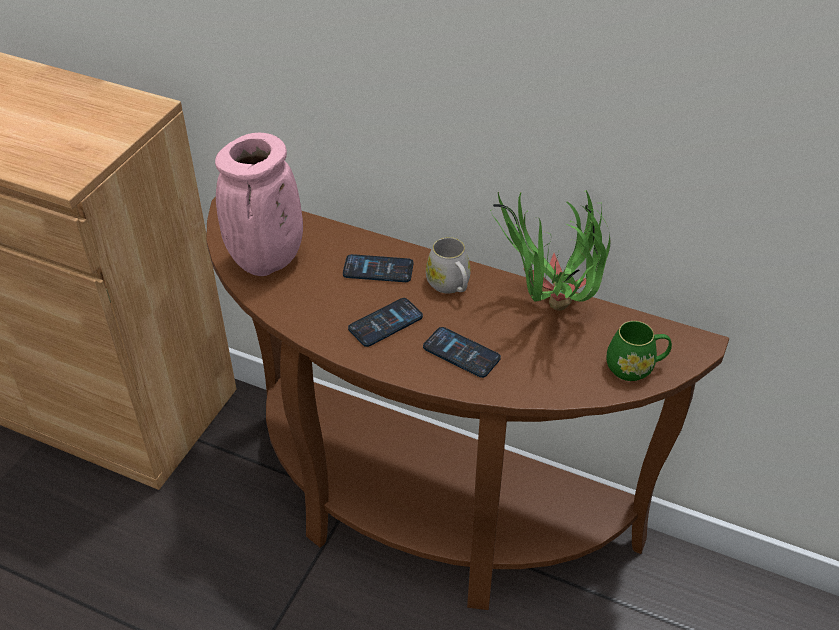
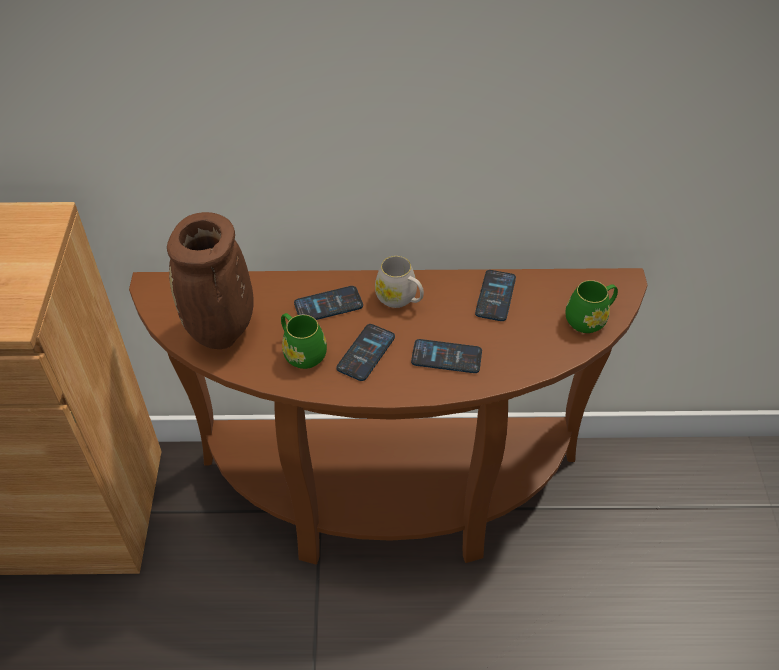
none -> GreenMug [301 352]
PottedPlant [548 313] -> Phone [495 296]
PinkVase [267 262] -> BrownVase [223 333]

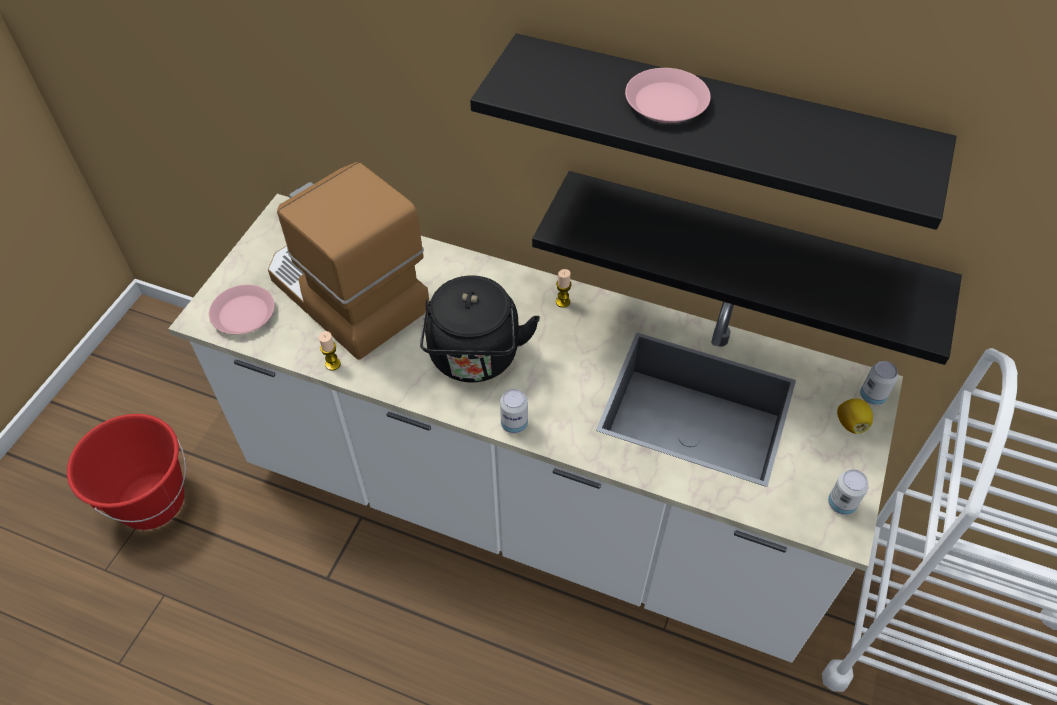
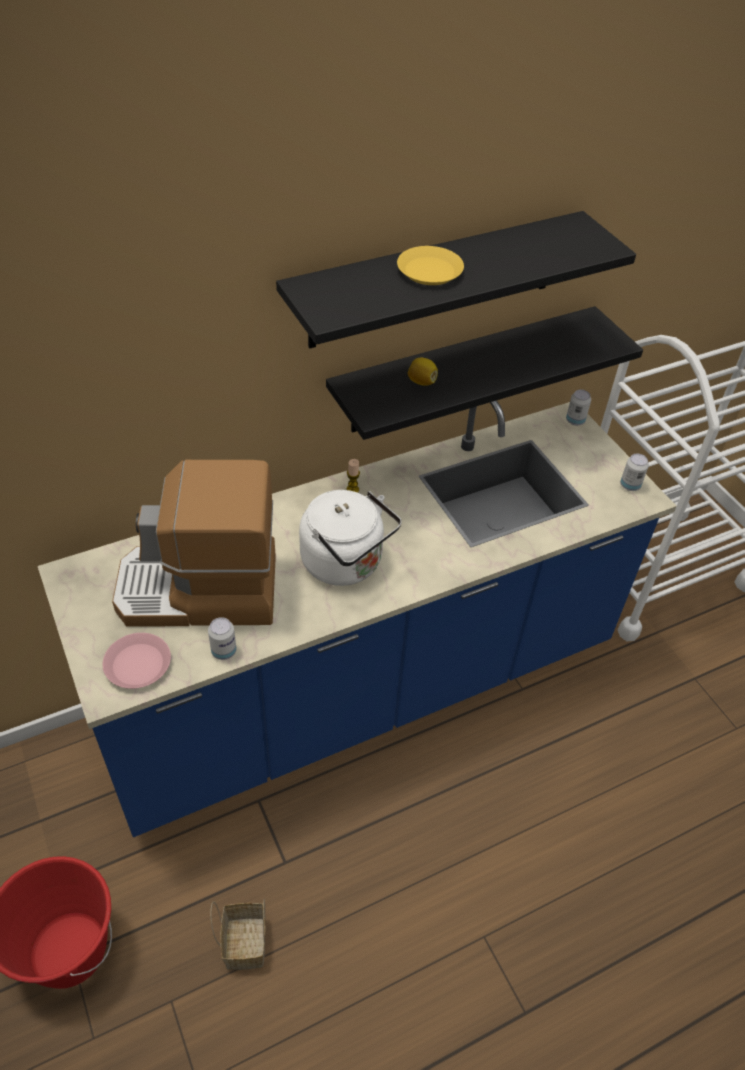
Candle [333 364] -> none
none -> Basket [244 941]
Can [514 424] -> Can [224 651], moved
Lemon [851 423] -> Lemon [421 382], moved
WhiteCounter [528 507] -> BlueCounter [363 691]
BlackKettle [475 359] -> WhiteKettle [346 564]
PinkPlate [666 102] -> YellowPlate [429 271]

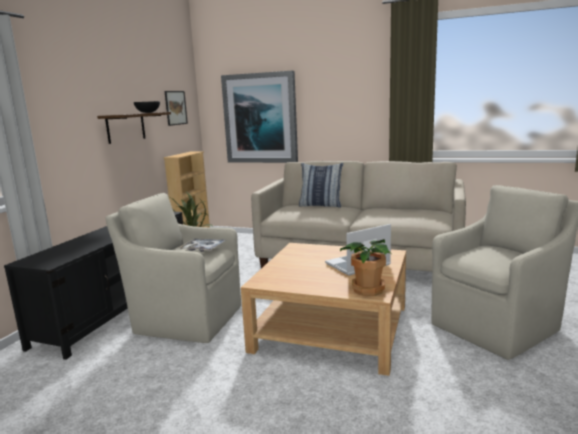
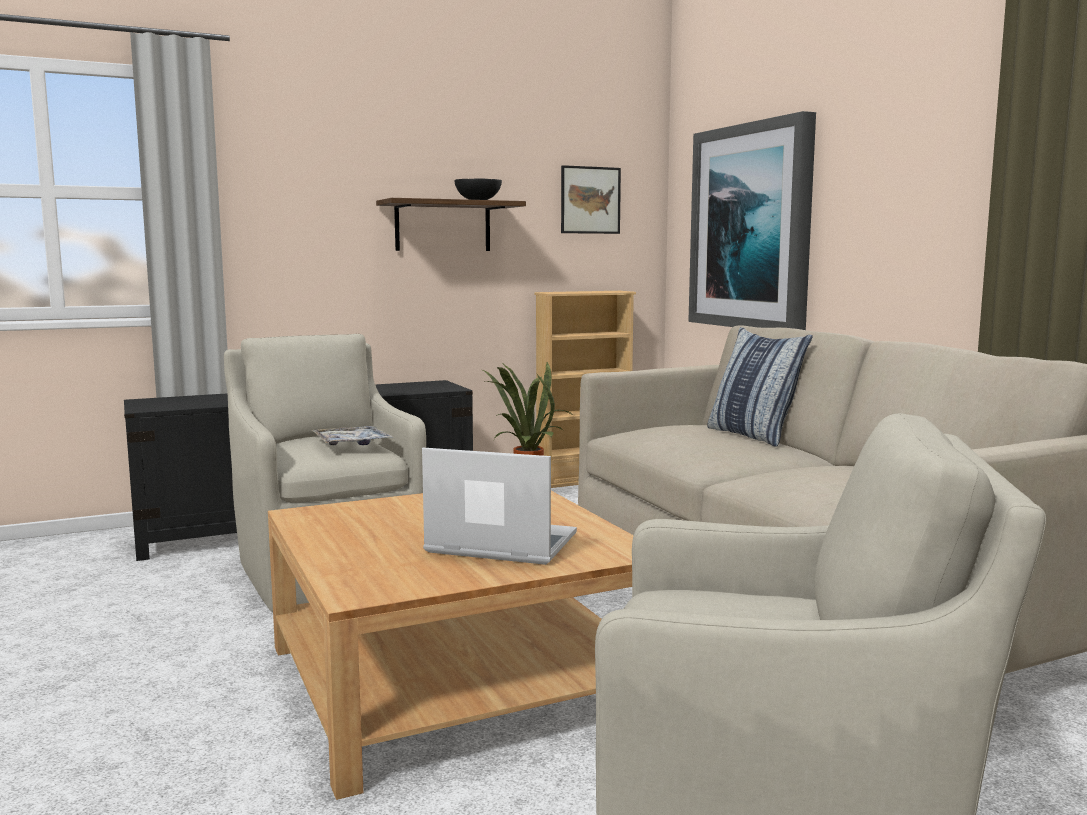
PottedPlant [367 289] -> none

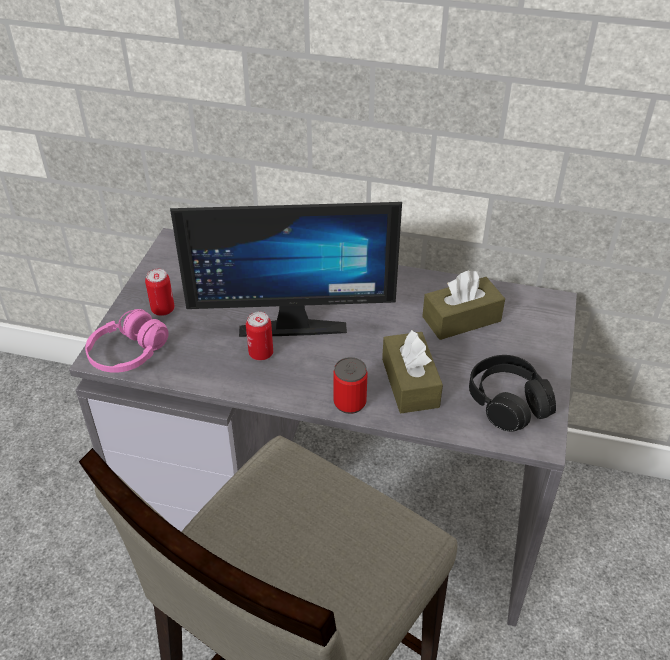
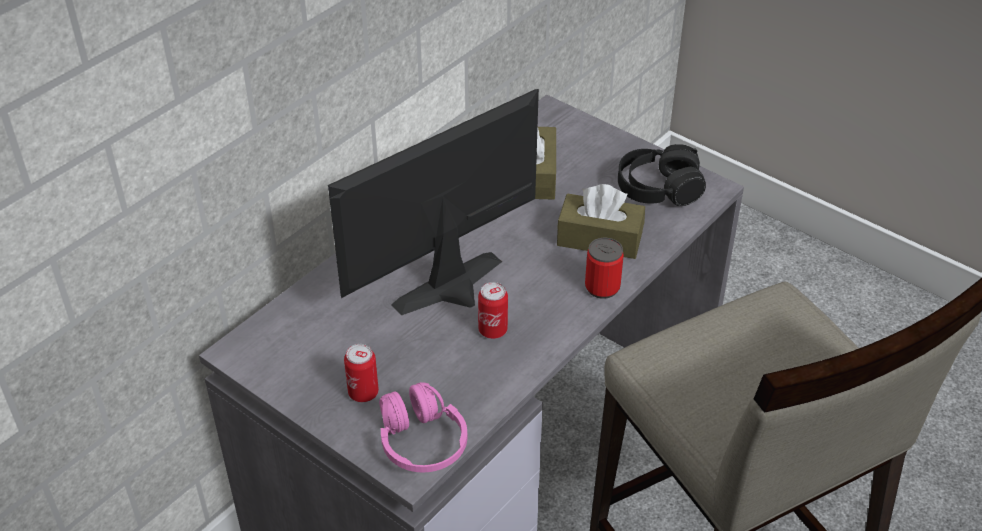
Monitor [292 320] -> Monitor [457 291], 150 degrees counterclockwise

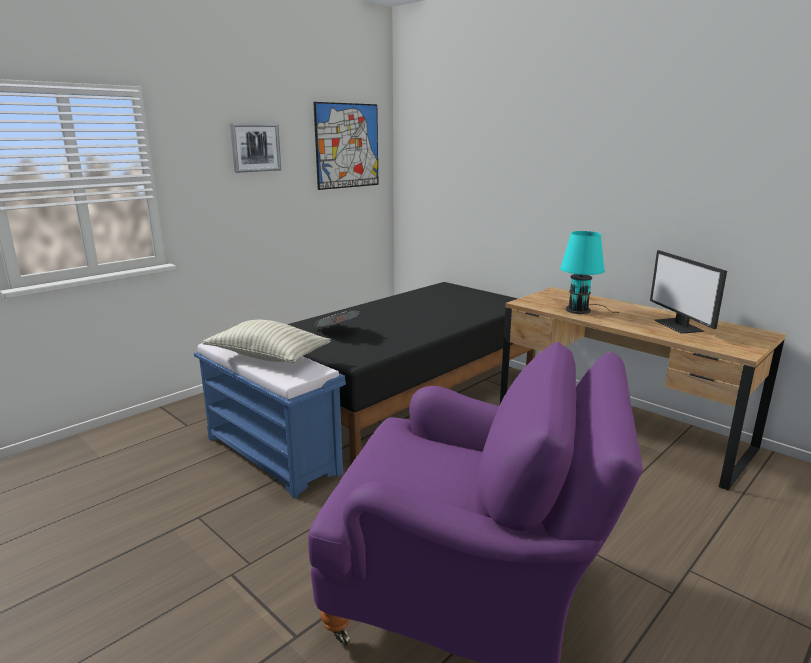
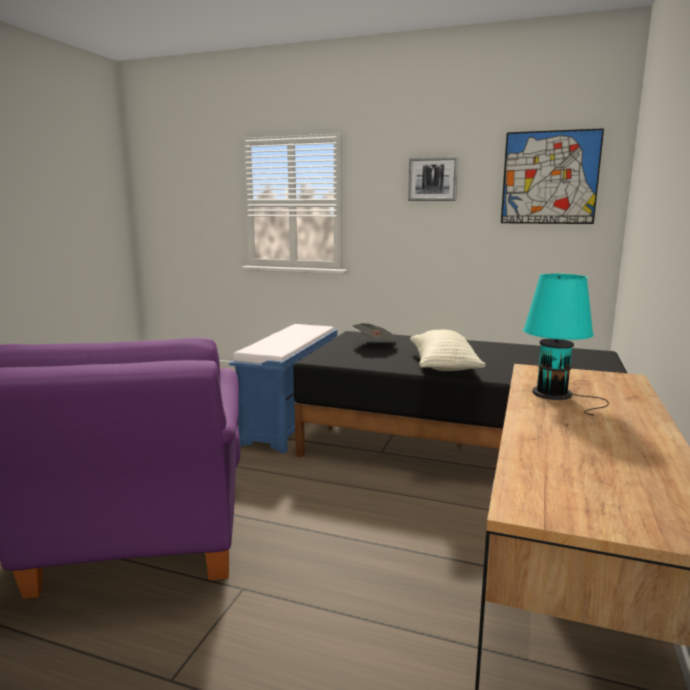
Monitor [679 326] -> none
Pillow [268 357] -> Pillow [443 366], moved

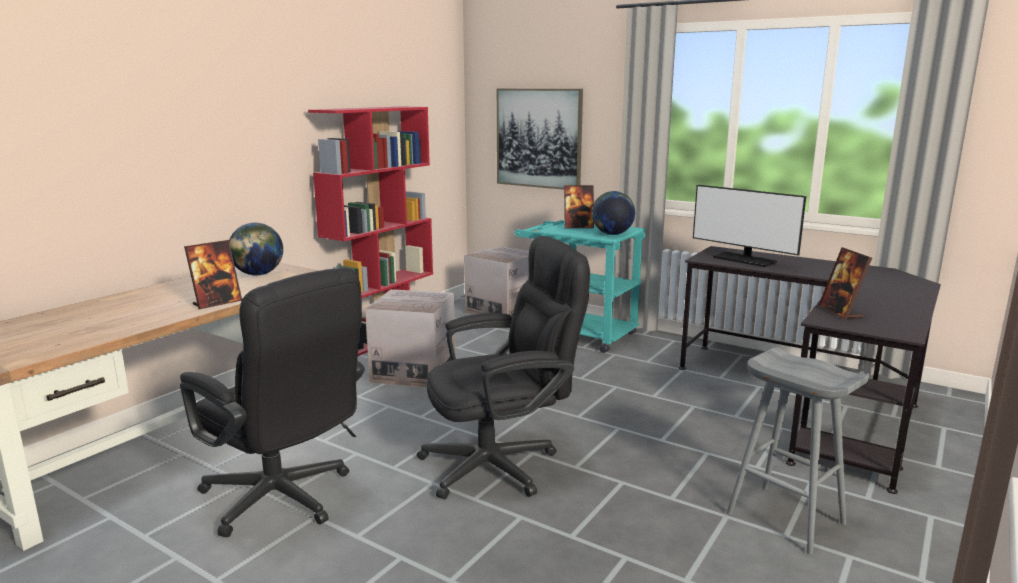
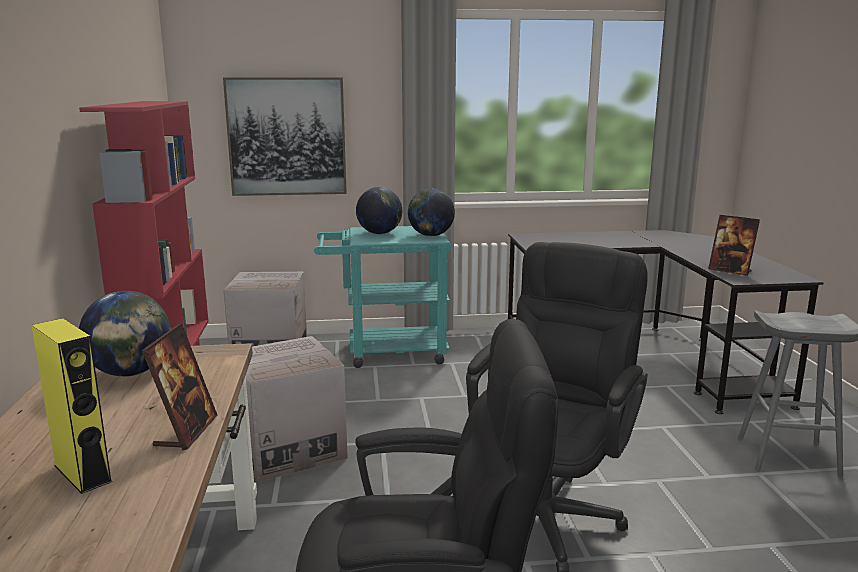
Monitor [744 260] -> none
none -> YellowSpeaker [82 473]
PictureFrame [578 227] -> Globe [379 233]

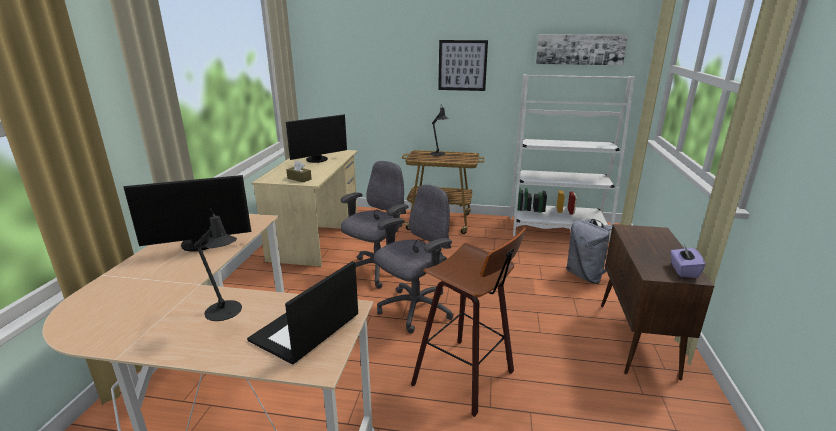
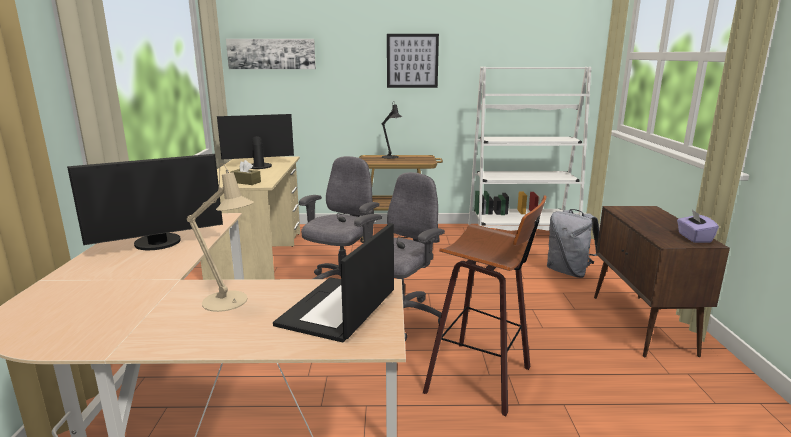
Picture [580 49] -> Picture [271 54], moved
BlackTableLamp [226 312] -> BeigeTableLamp [229 302]
Monitor [318 160] -> Monitor [259 166], 150 degrees counterclockwise

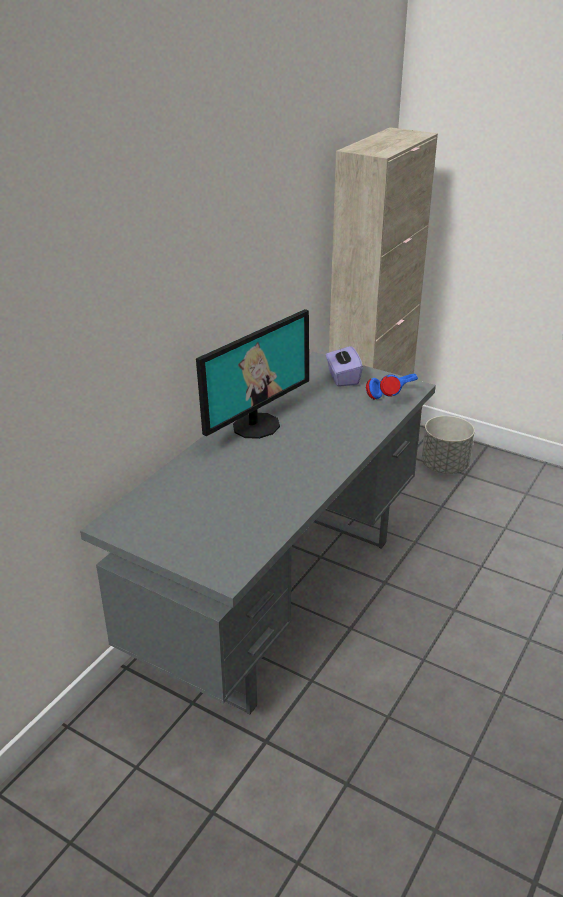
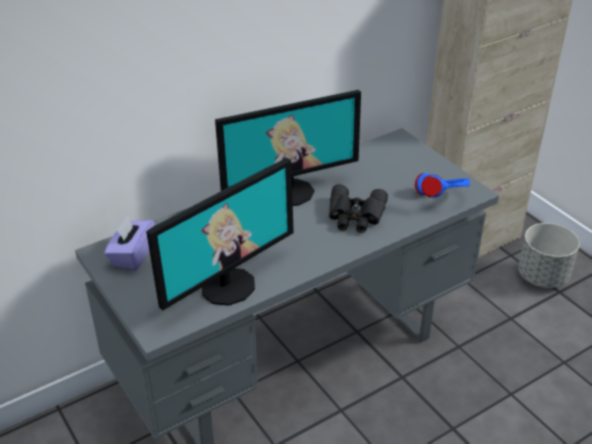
none -> Monitor [227 286]
none -> BlackBinoculars [355 216]
PurpleTissueBox [342 378] -> PurpleTissueBox [132 256], moved

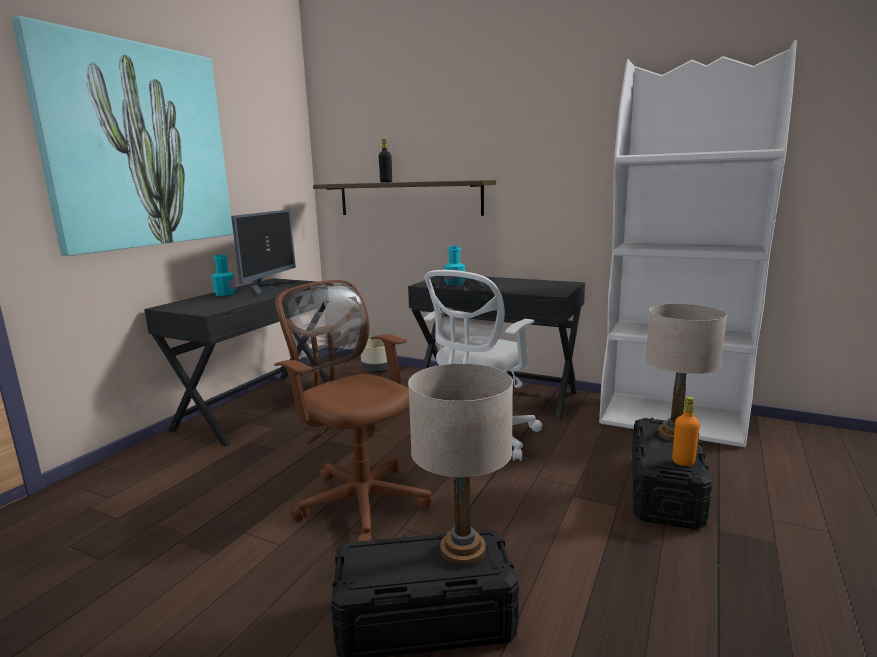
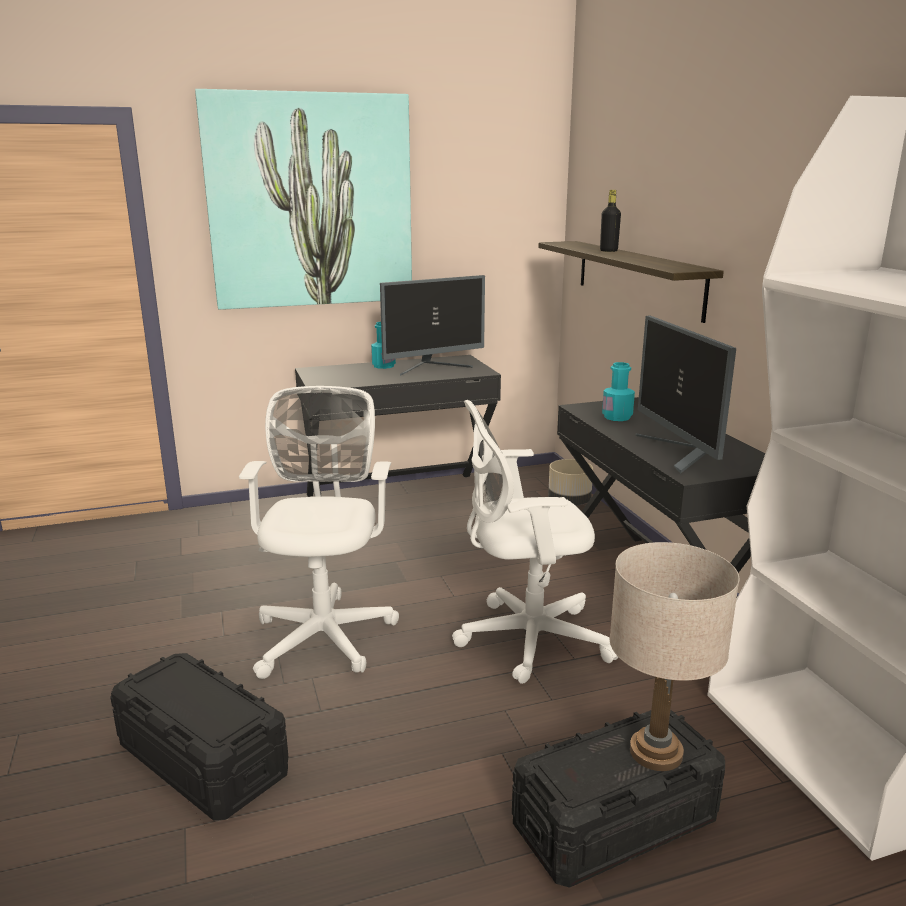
BeigeTableLamp [463 550] -> none
OrangeBottle [683 462] -> none
none -> Monitor [679 453]
BrownOfficeChair [359 500] -> WhiteOfficeChair [325 633]

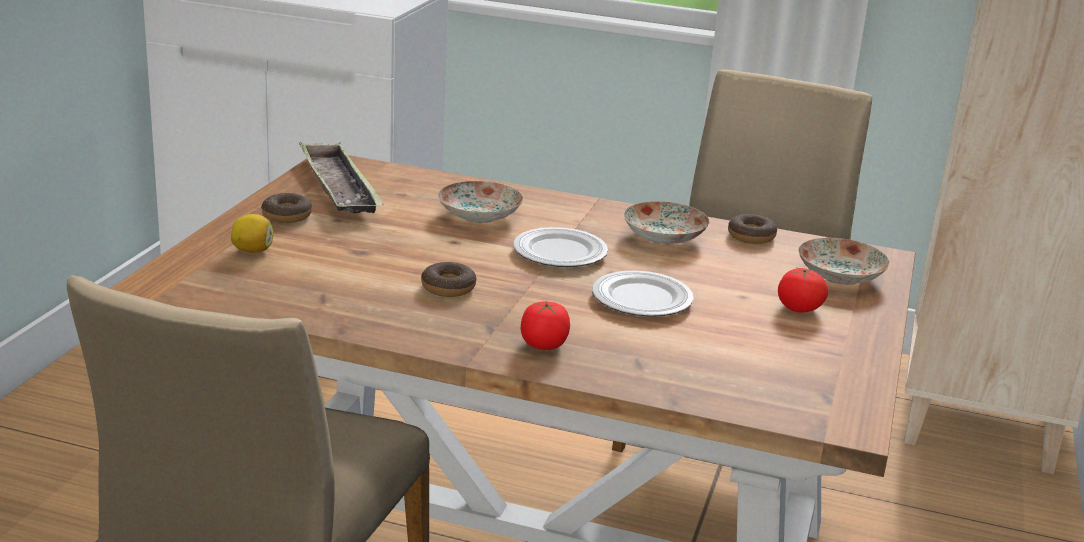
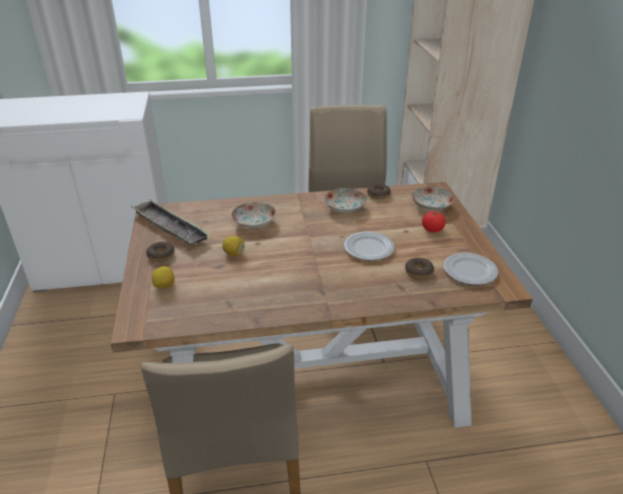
Tomato [543 344] -> none
none -> Lemon [234 253]
Donut [448 287] -> Donut [419 272], moved
Plate [559 253] -> Plate [469 271], moved

